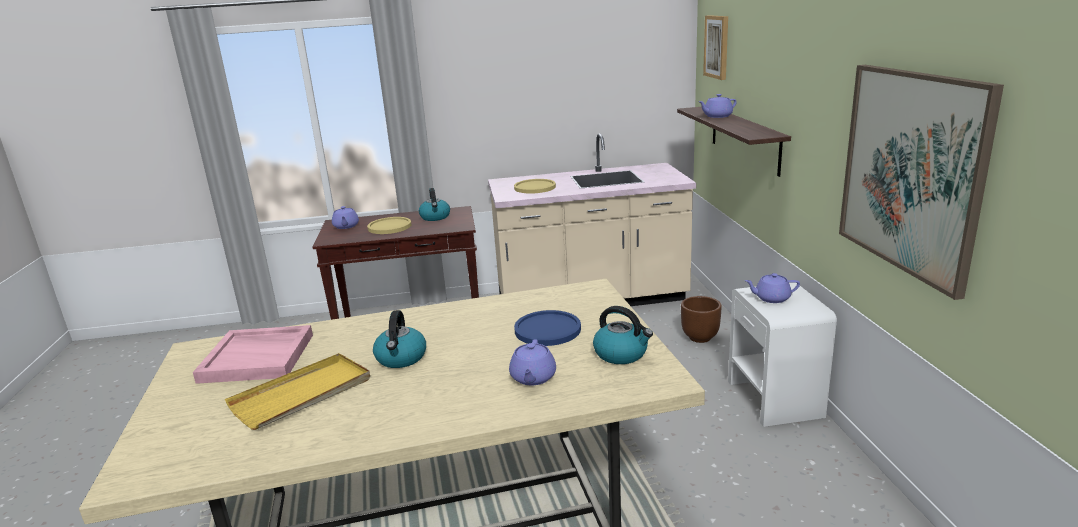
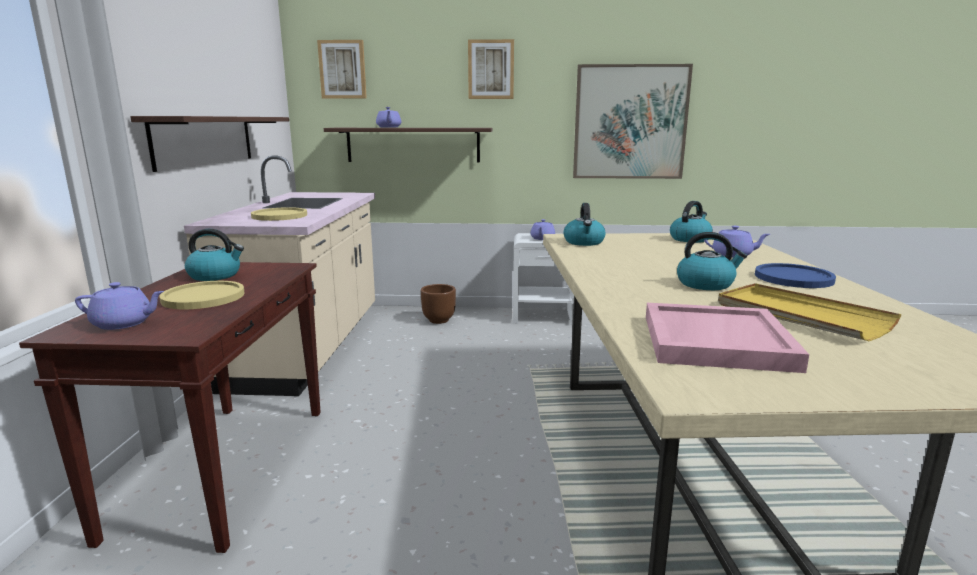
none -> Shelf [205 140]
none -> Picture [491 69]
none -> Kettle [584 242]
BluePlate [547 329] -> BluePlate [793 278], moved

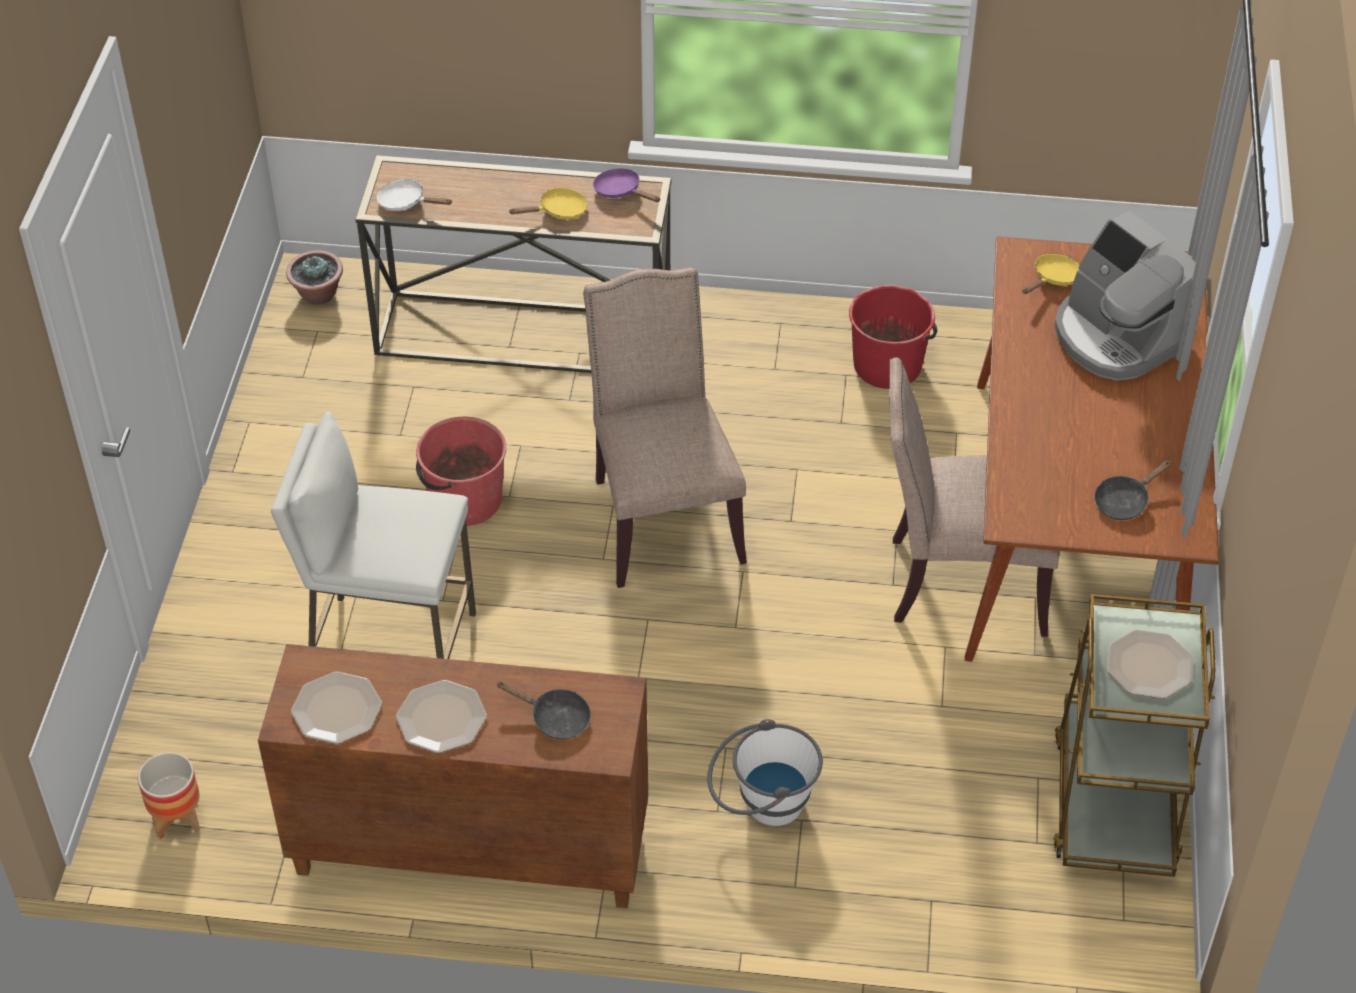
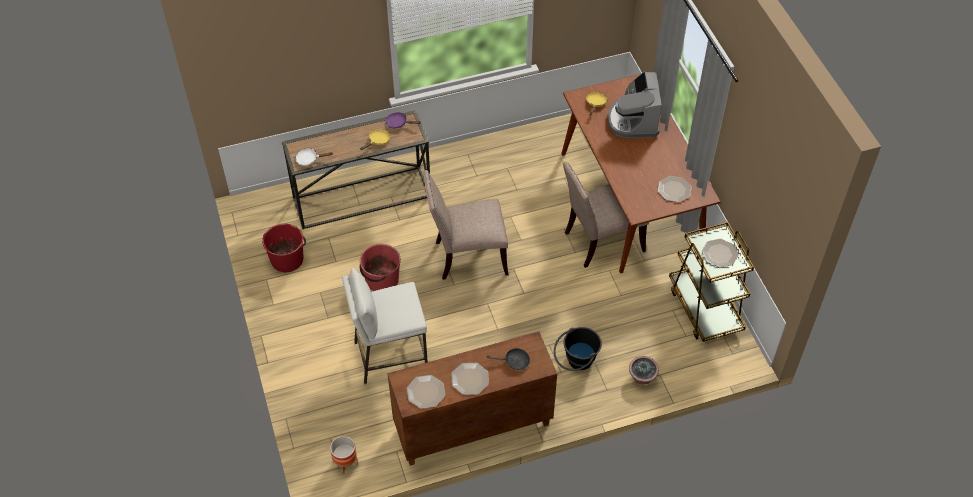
PottedPlant [318 295] -> PottedPlant [642 378], moved
RedBucket [888 365] -> RedBucket [287 259], moved
BlackFryingPan [1124 501] -> Plate [674 189]
WhiteBucket [762 805] -> BlackBucket [576 362]
BeigeChair [662 516] -> BeigeChair [467 257], 60 degrees counterclockwise
CoffeeMachine [1116 337] -> CoffeeMachine [633 120], 60 degrees clockwise

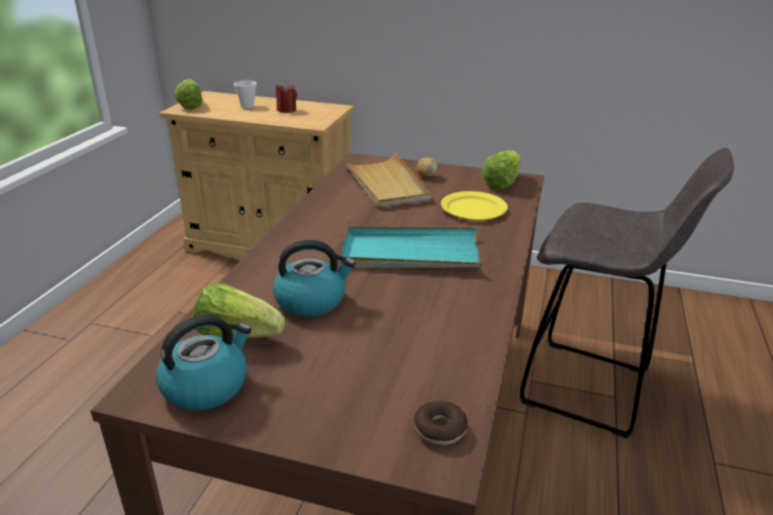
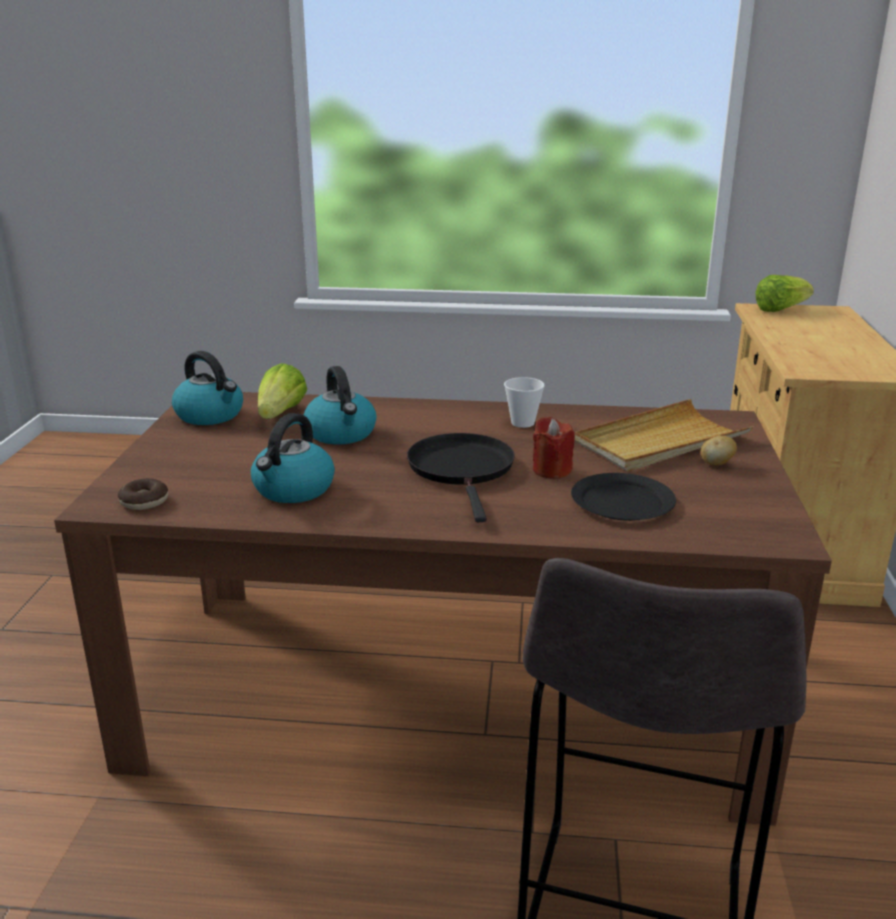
Lettuce [501 183] -> none
none -> Kettle [293 489]
Cup [247 106] -> Cup [522 423], moved
RedCandle [286 110] -> RedCandle [551 470], moved
TurquoiseTray [410 253] -> BlackFryingPan [462 470]
YellowPlate [474 208] -> BlackPlate [623 502]

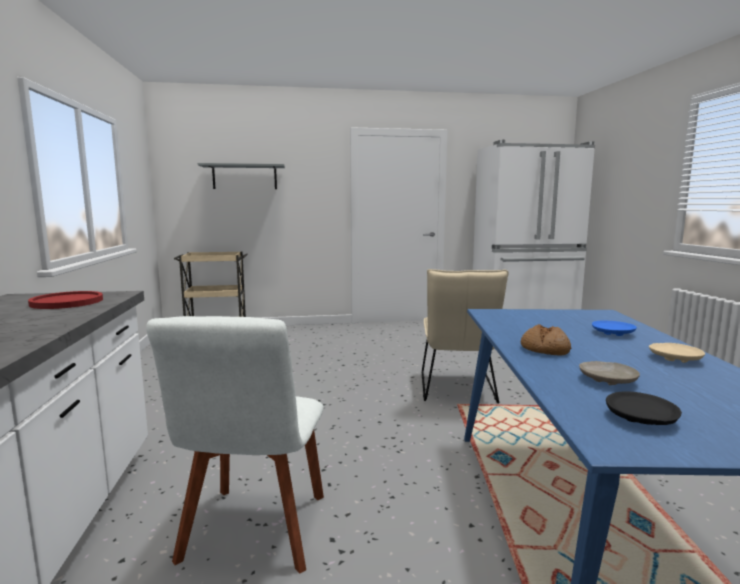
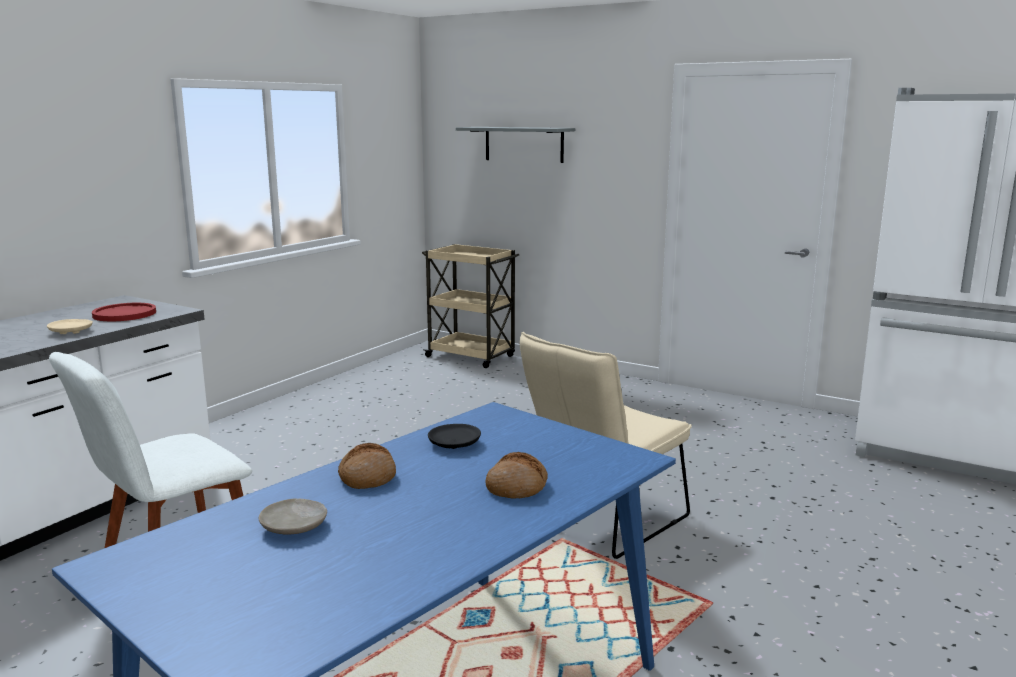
BlackPlate [640 418] -> BlackPlate [454 444], moved
BeigePlate [675 358] -> BeigePlate [71 332], moved
BluePlate [612 333] -> Bread [516 486]

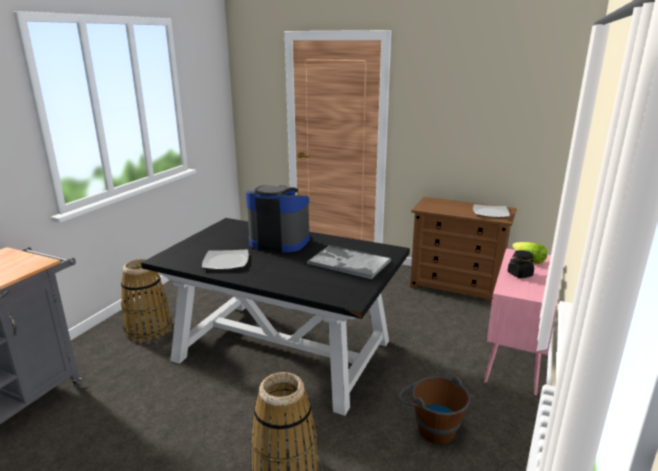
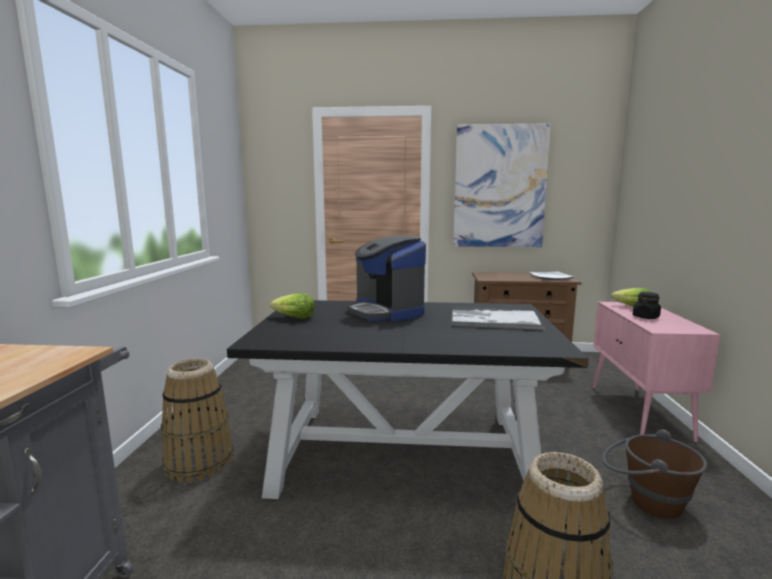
Plate [226 262] -> none
none -> Lettuce [294 318]
none -> Picture [499 187]
CoffeeMachine [279 241] -> CoffeeMachine [387 312], 120 degrees counterclockwise

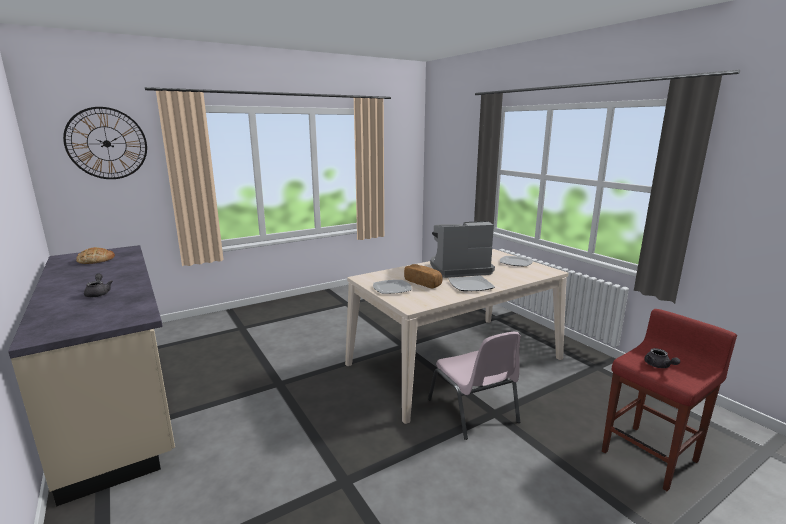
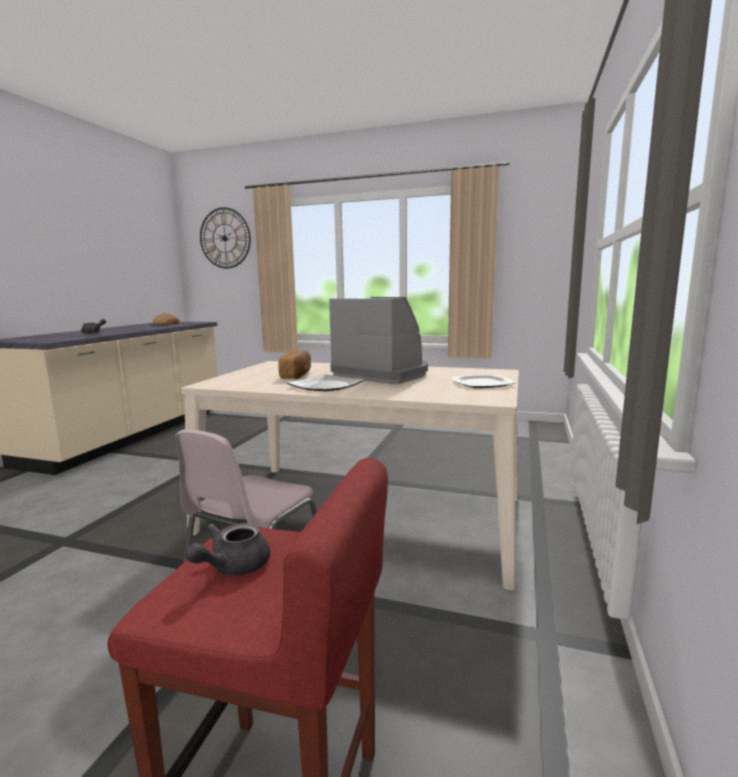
Plate [392 288] -> none

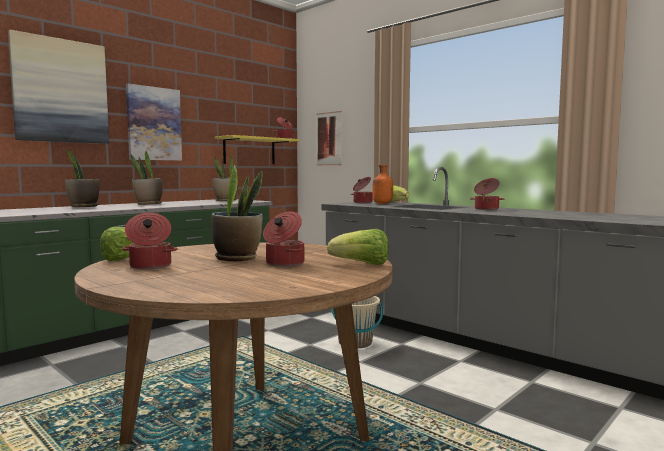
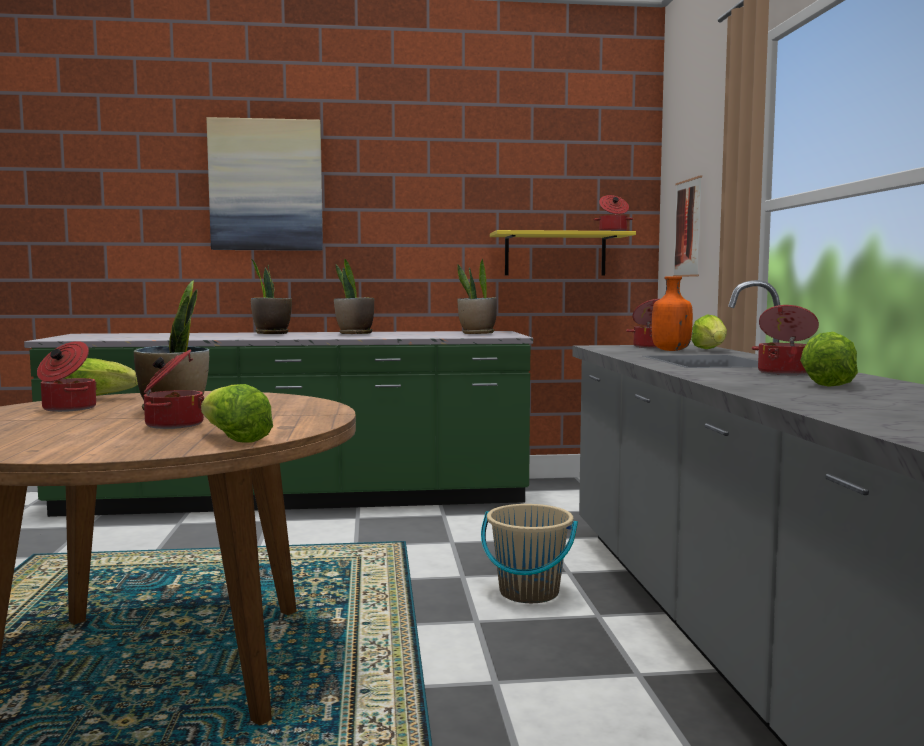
Picture [154 124] -> none
none -> Lettuce [830 384]

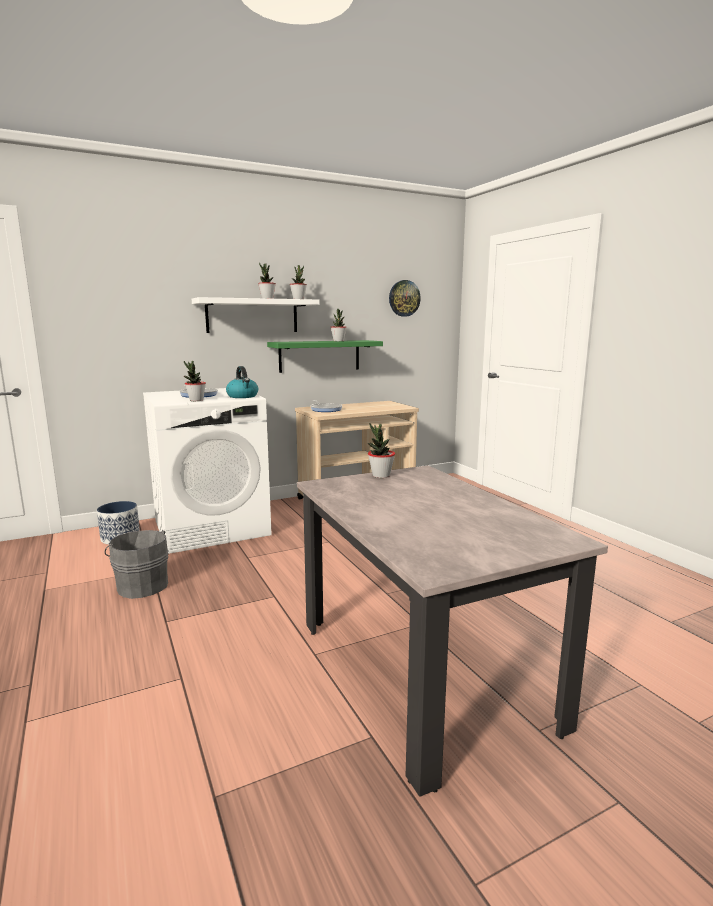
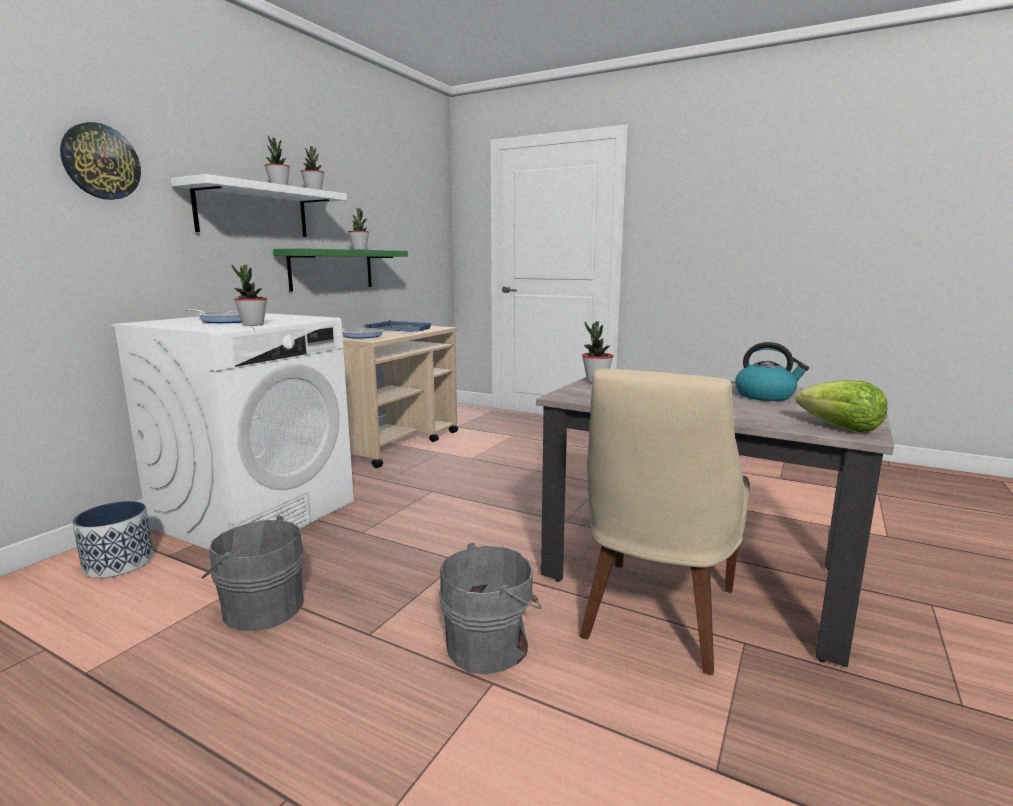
none -> BlueTray [399 329]
none -> GreyBucket [491 645]
none -> BeigeChair [656 616]
none -> Lettuce [840 428]
Kettle [243 396] -> Kettle [765 396], moved
WallClock [404 298] -> WallClock [101 162], moved

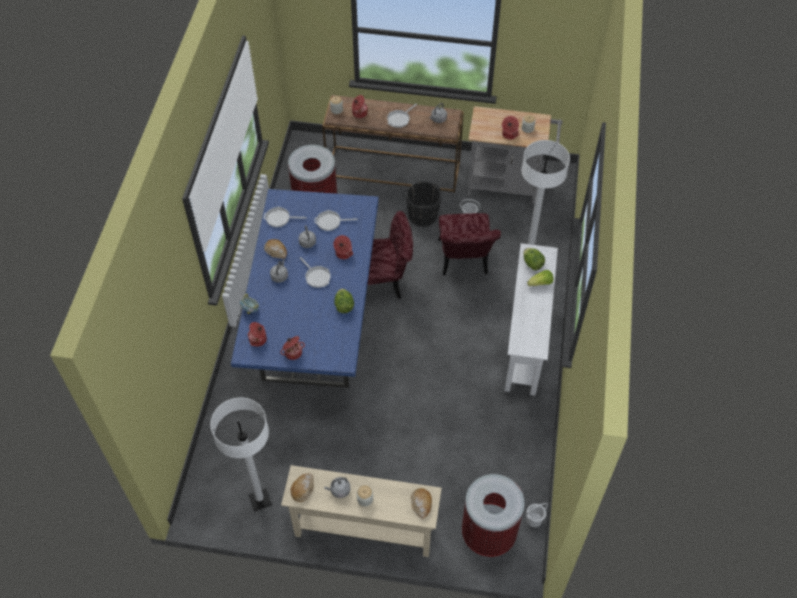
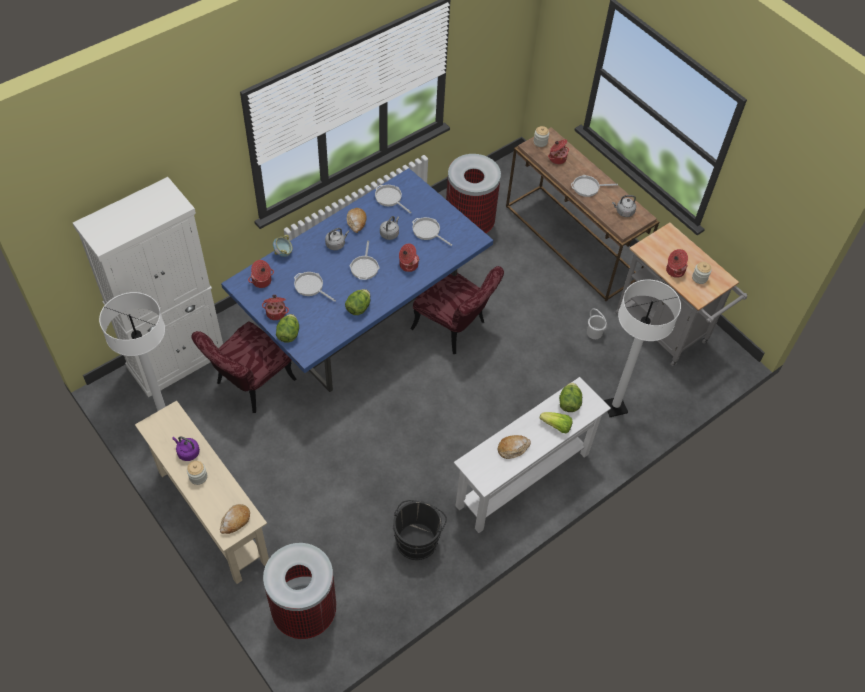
WhiteBucket [534 519] -> none
none -> WhiteCabinet [177 360]
none -> Lettuce [288 334]
none -> FryingPan [310 287]
Bread [303 489] -> Bread [513 448], moved
BlackBucket [422 214] -> BlackBucket [417 539], moved
RedChair [464 262] -> RedChair [249 386], moved
GreyKettle [339 490] -> PurpleKettle [187 452]

